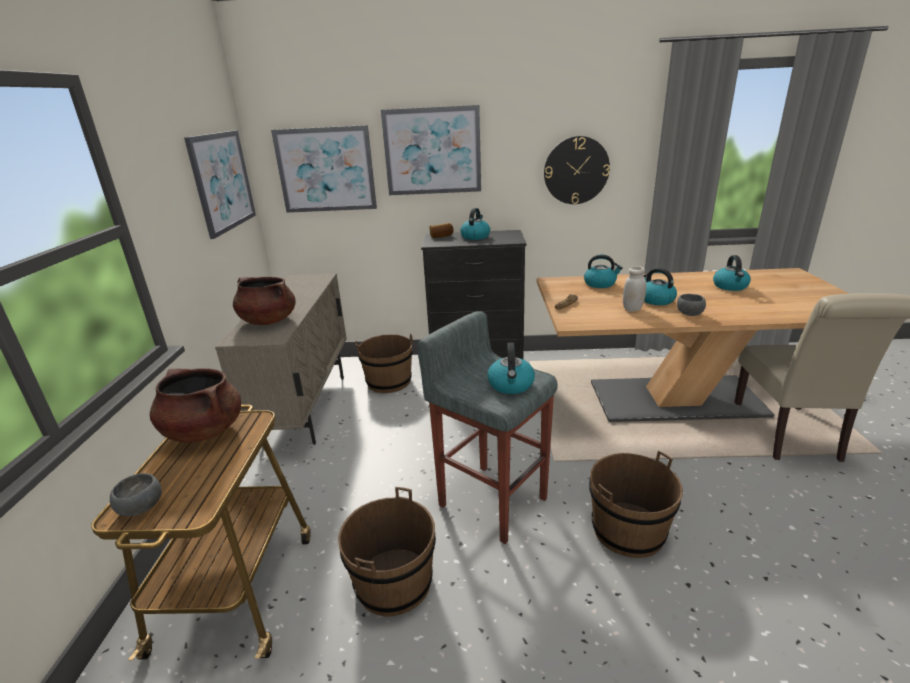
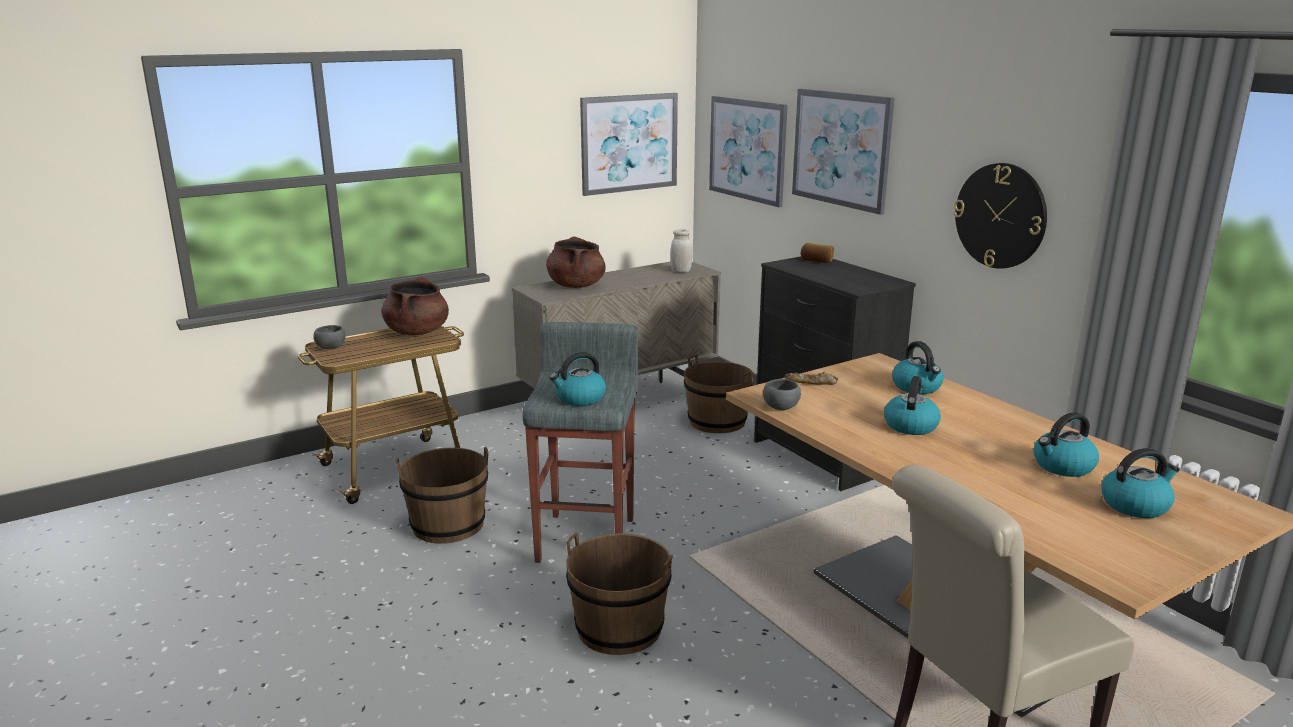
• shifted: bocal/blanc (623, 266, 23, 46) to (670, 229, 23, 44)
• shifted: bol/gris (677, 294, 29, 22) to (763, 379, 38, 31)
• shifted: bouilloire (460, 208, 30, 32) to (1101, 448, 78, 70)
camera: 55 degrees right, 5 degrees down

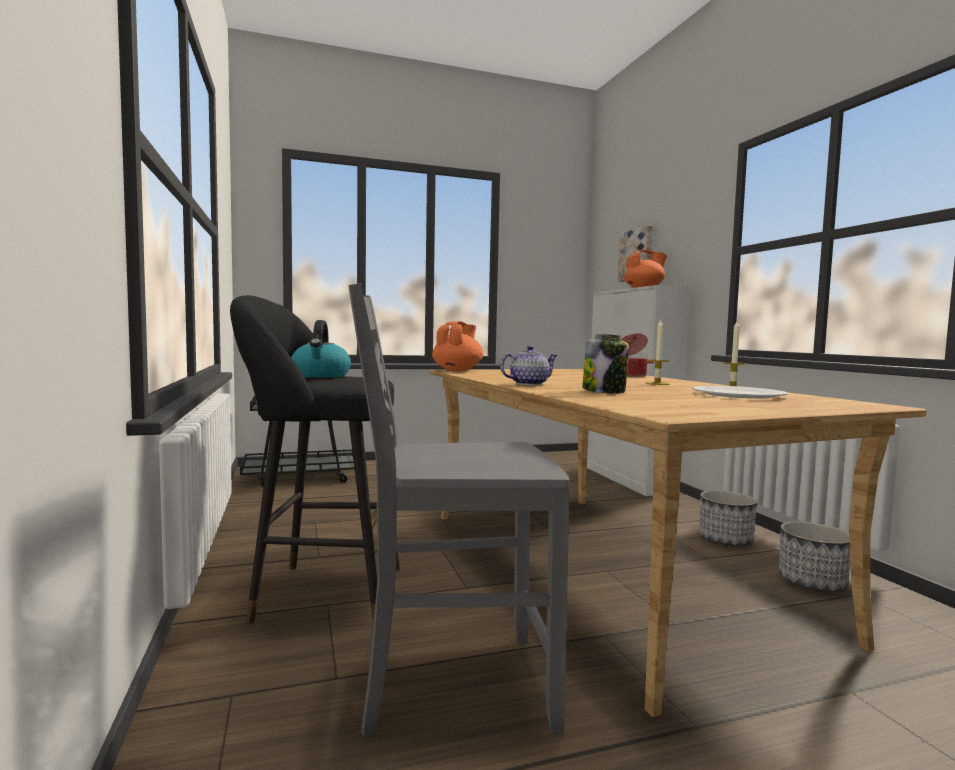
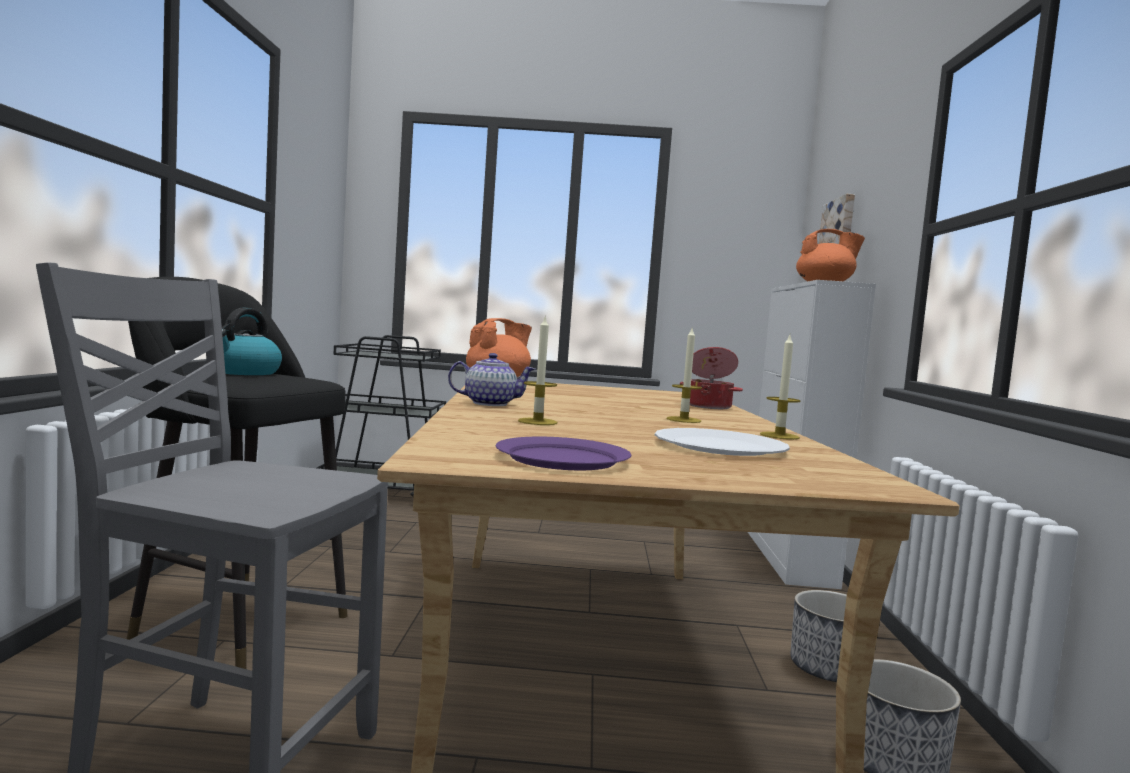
• new: assiette/violet (496, 437, 135, 33)
• swapped: bocal (582, 334, 47, 59) to bougie (518, 315, 39, 110)
camera: 20 degrees right, 0 degrees up

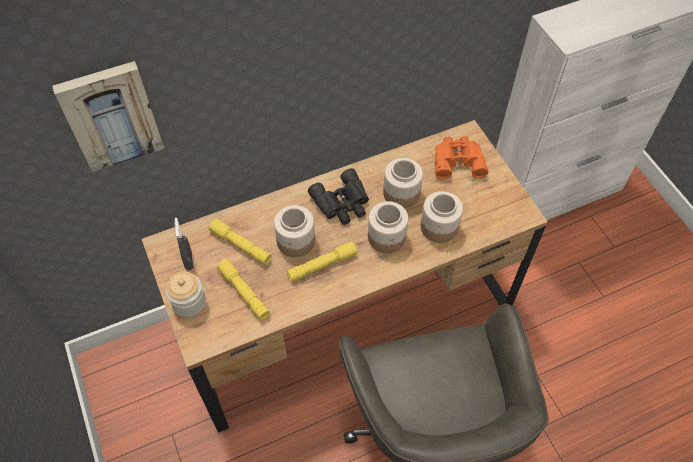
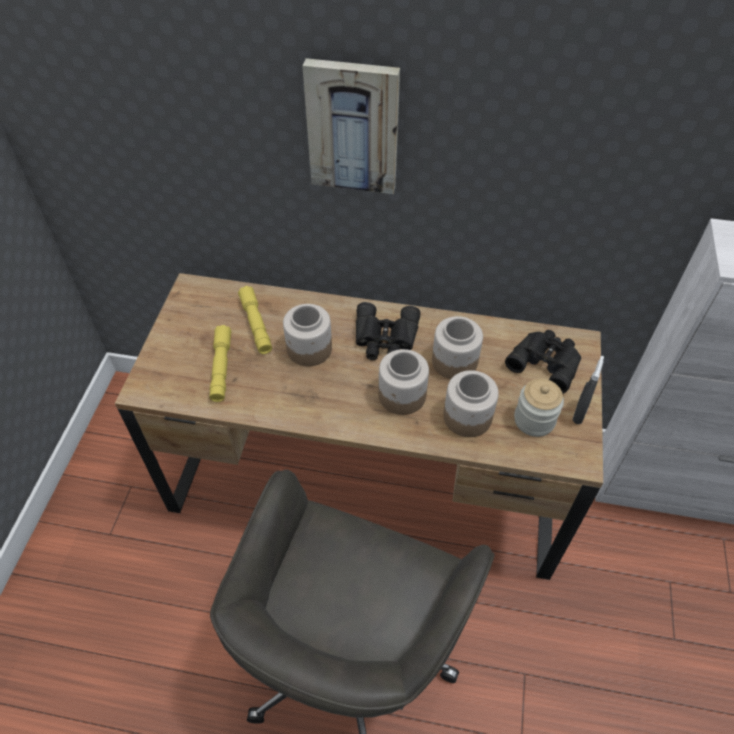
• shifted: tableau (52, 61, 112, 111) to (302, 58, 98, 136)
• repainted: jumelles/orange (435, 136, 53, 43) to jumelles/noir (505, 330, 76, 64)
• shifted: bocal (166, 272, 40, 46) to (514, 379, 50, 58)
• shifted: vaporisateur/gris (175, 218, 18, 52) to (573, 356, 31, 68)
• gone: lampe de poche/jaune (287, 241, 71, 41)
camera: 35 degrees right, 5 degrees down

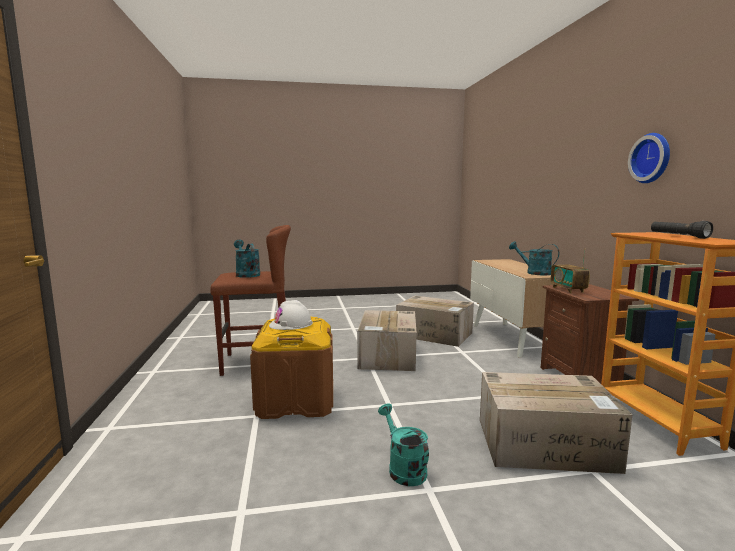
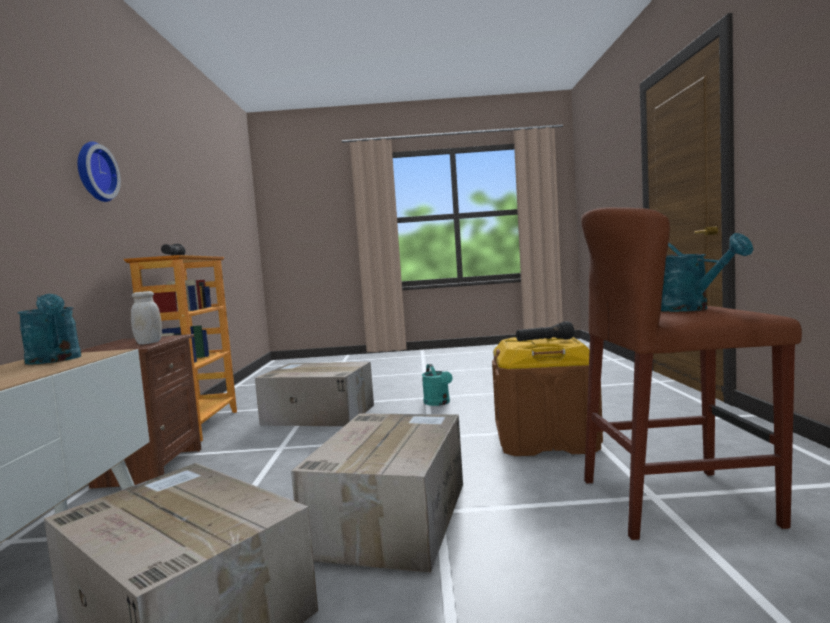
• swapped: radio (551, 249, 39, 44) to bocal/blanc (131, 291, 31, 54)
• swapped: casque de chantier/blanc (269, 300, 44, 30) to lampe de poche/noir (516, 321, 58, 20)
camera: 170 degrees left, 5 degrees down

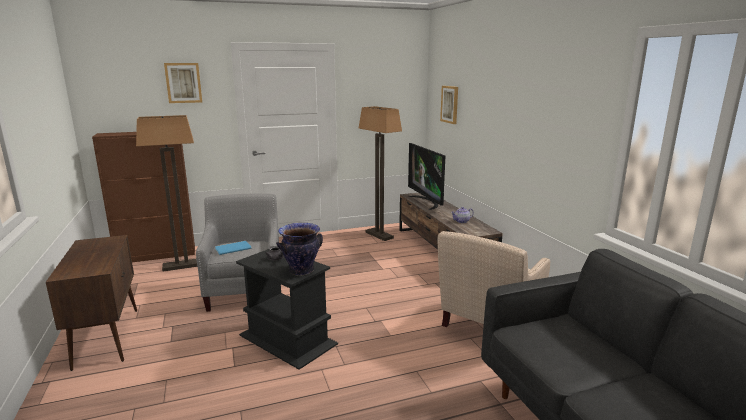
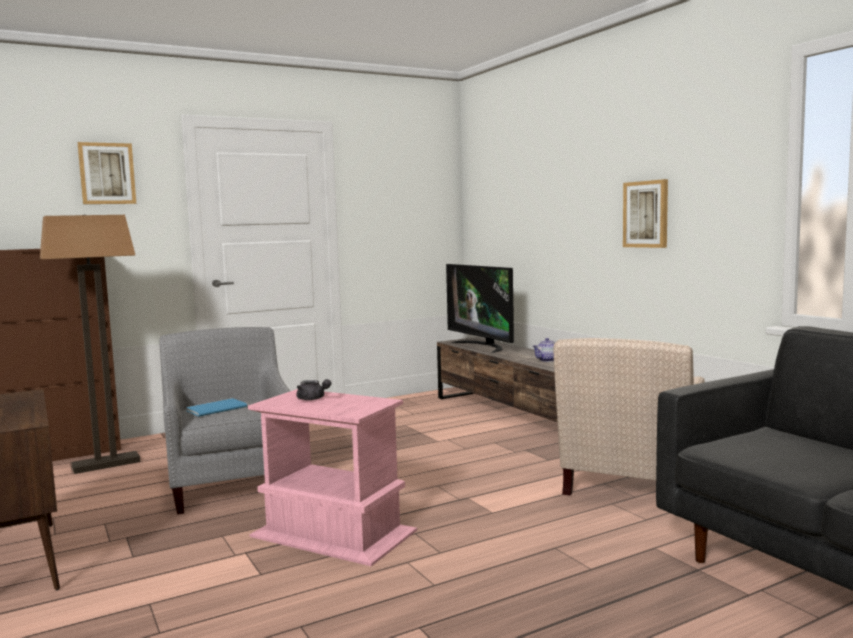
• repainted: table d'appoint/noir (236, 249, 102, 121) to table d'appoint/rose (248, 389, 169, 177)
• shifted: tableau (440, 86, 18, 38) to (623, 179, 45, 69)
• gone: vase (276, 223, 47, 53)
• gone: lampadaire (358, 106, 44, 135)
camera: 10 degrees left, 10 degrees down

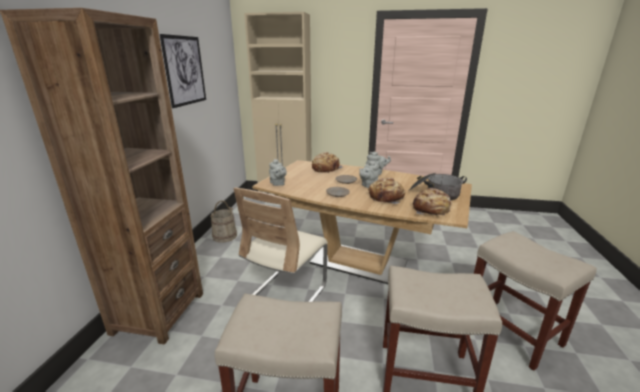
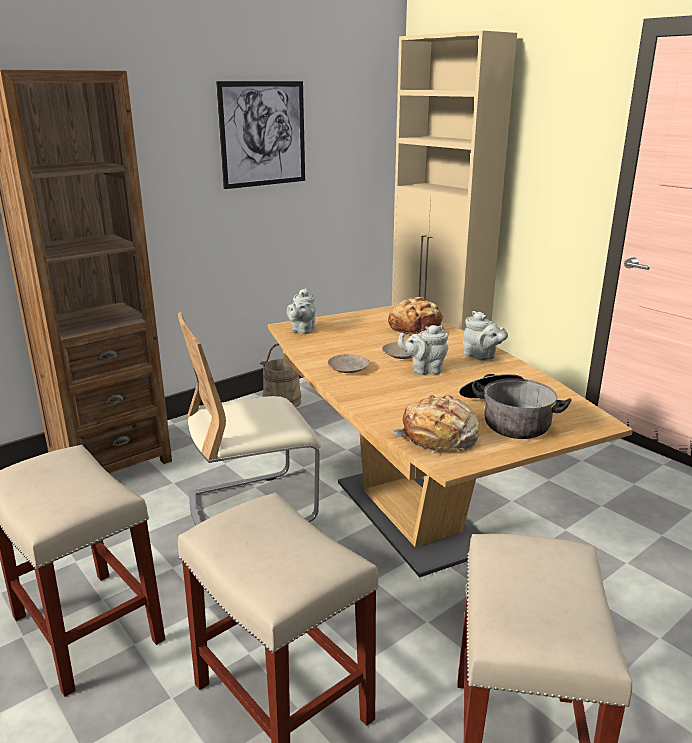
• gone: pain (368, 178, 37, 26)
camera: 40 degrees right, 0 degrees up

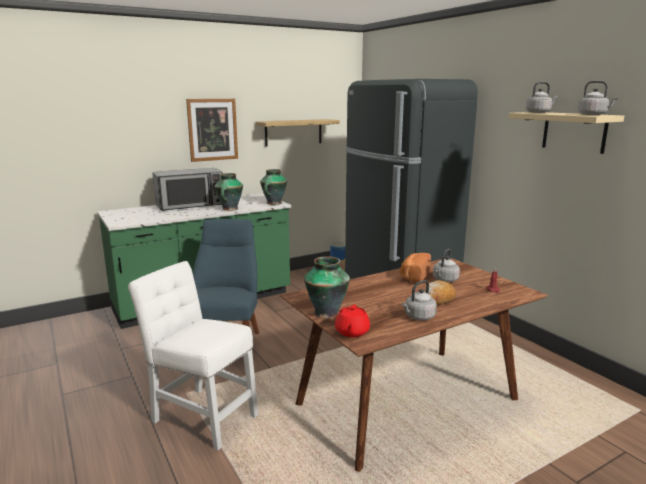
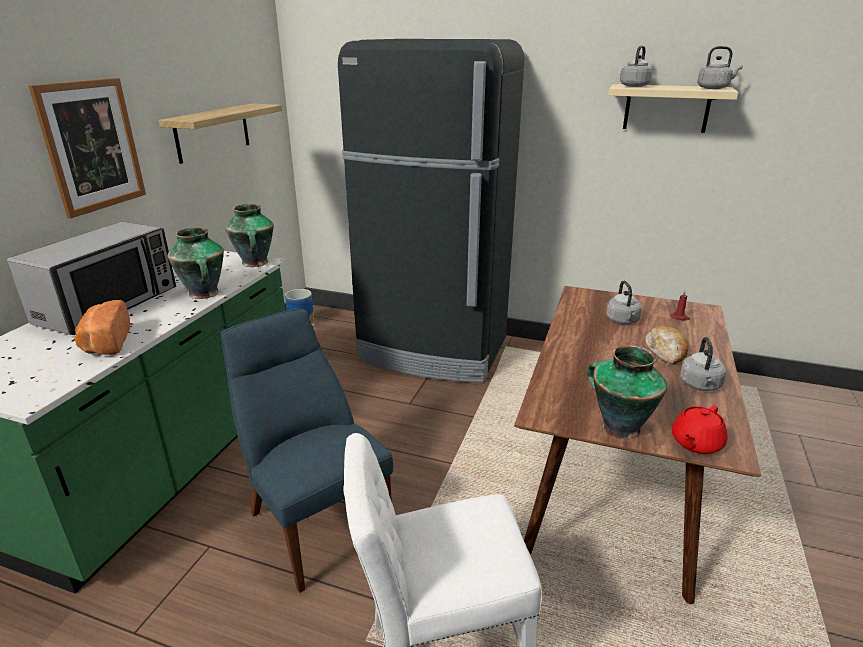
• shifted: pain (400, 253, 31, 30) to (74, 300, 56, 55)
• rotated: théière/rouge (335, 305, 35, 32) = (672, 405, 56, 49) 75 degrees clockwise
camera: 40 degrees left, 10 degrees up

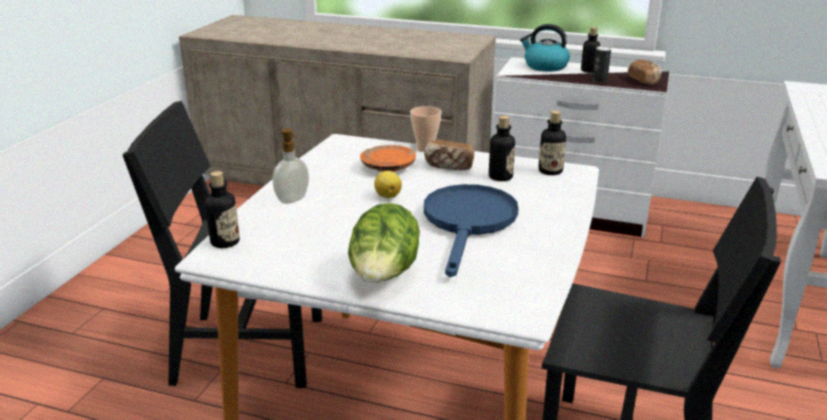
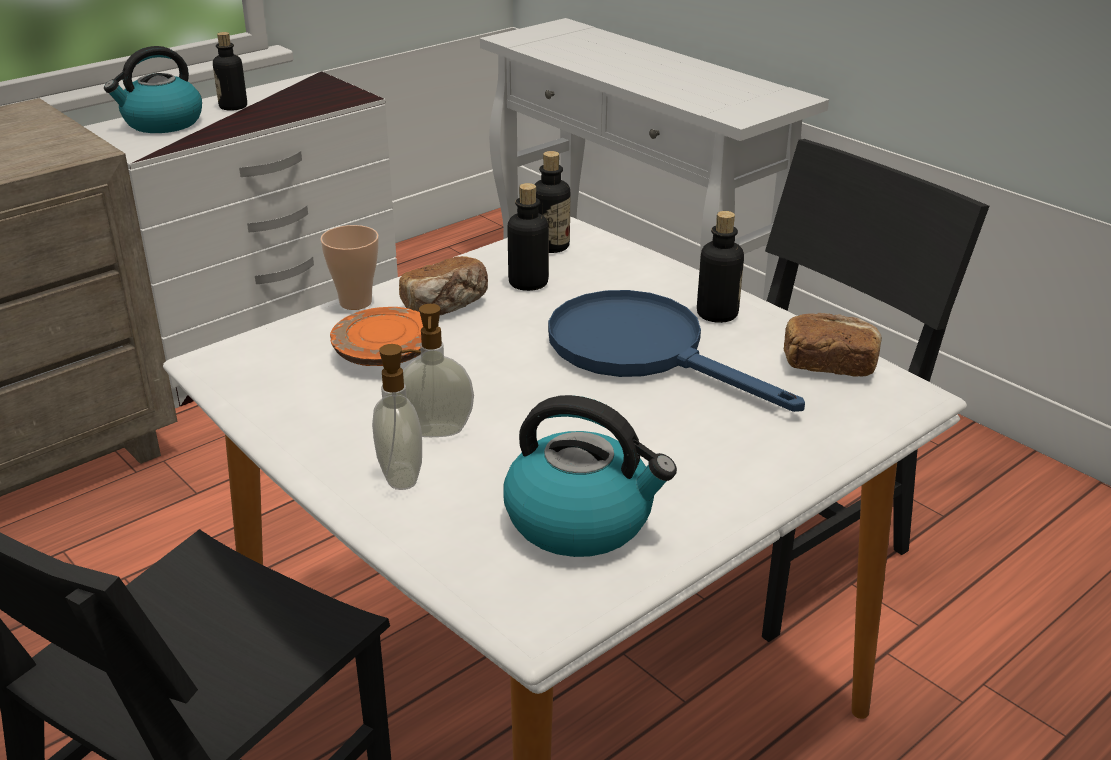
• new: distributeur de savon (403, 304, 71, 133)
• new: bouilloire (503, 395, 174, 162)
• shifted: bouteille (205, 171, 35, 77) to (697, 211, 47, 112)
• shifted: pain (628, 59, 34, 26) to (784, 313, 98, 64)
• gone: laitue (348, 203, 72, 80)
• gone: citron (374, 171, 28, 27)
• gone: boîte métallique (593, 46, 18, 37)
camera: 60 degrees left, 5 degrees up

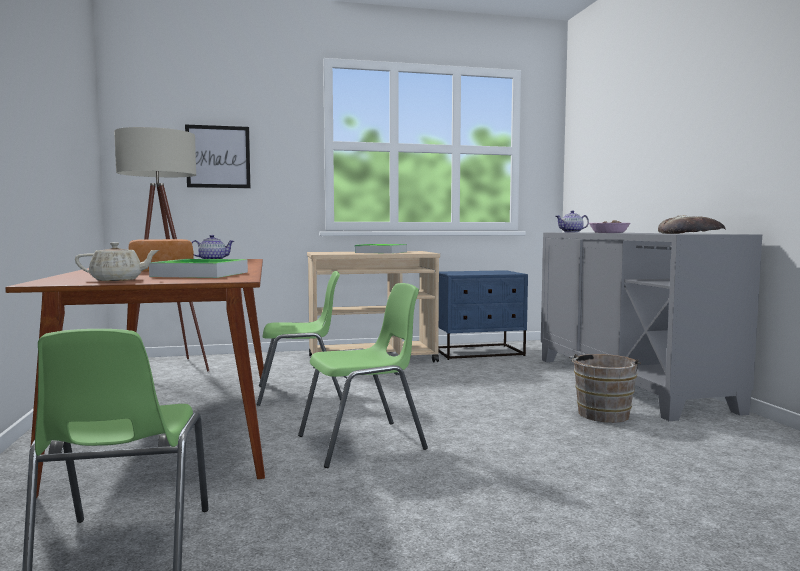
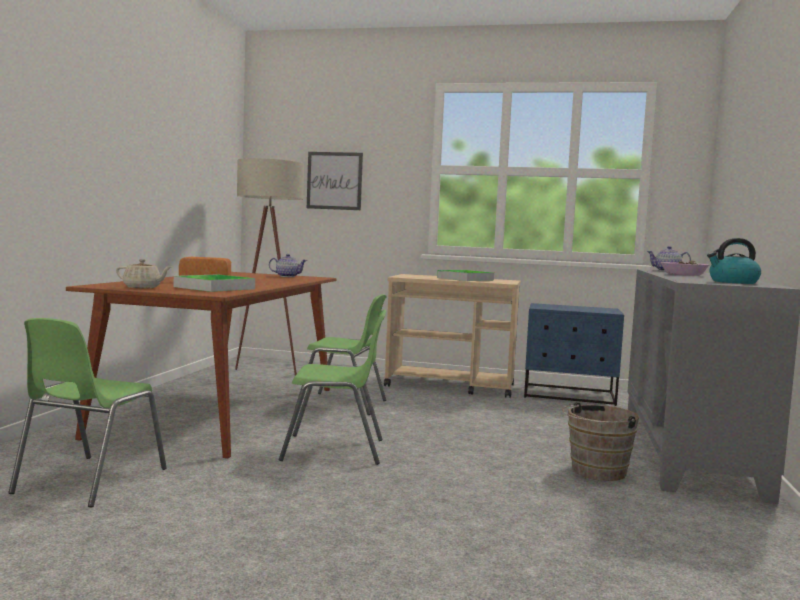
• swapped: pain (658, 215, 67, 19) to bouilloire (707, 238, 54, 46)
camera: 25 degrees right, 0 degrees up

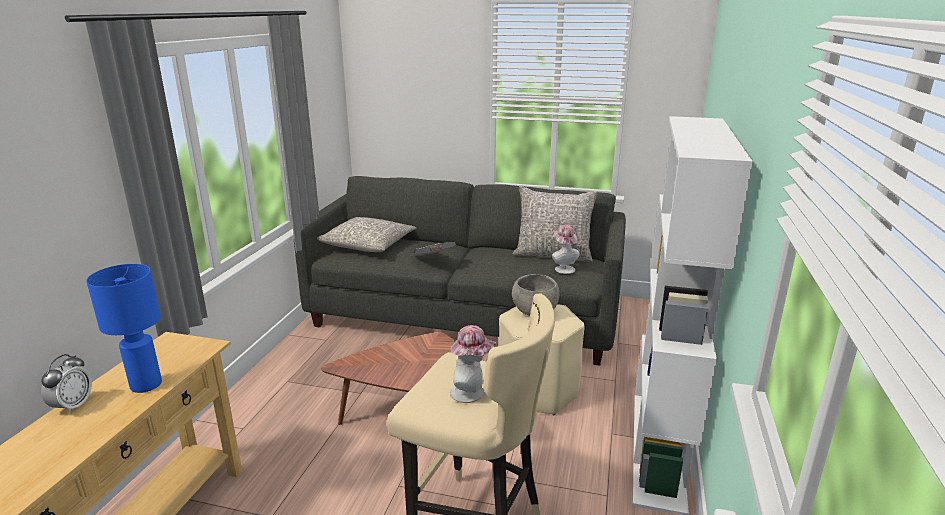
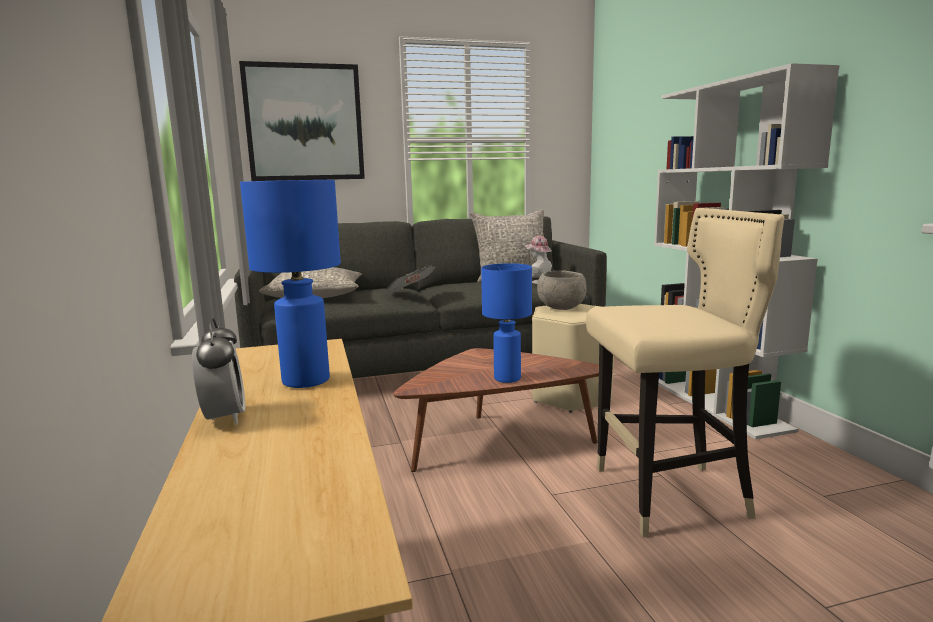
• new: tableau (239, 61, 126, 120)
• new: lampe de table/bleu (481, 263, 51, 120)
• gone: chapeau (450, 325, 46, 78)
camera: 30 degrees left, 10 degrees down

